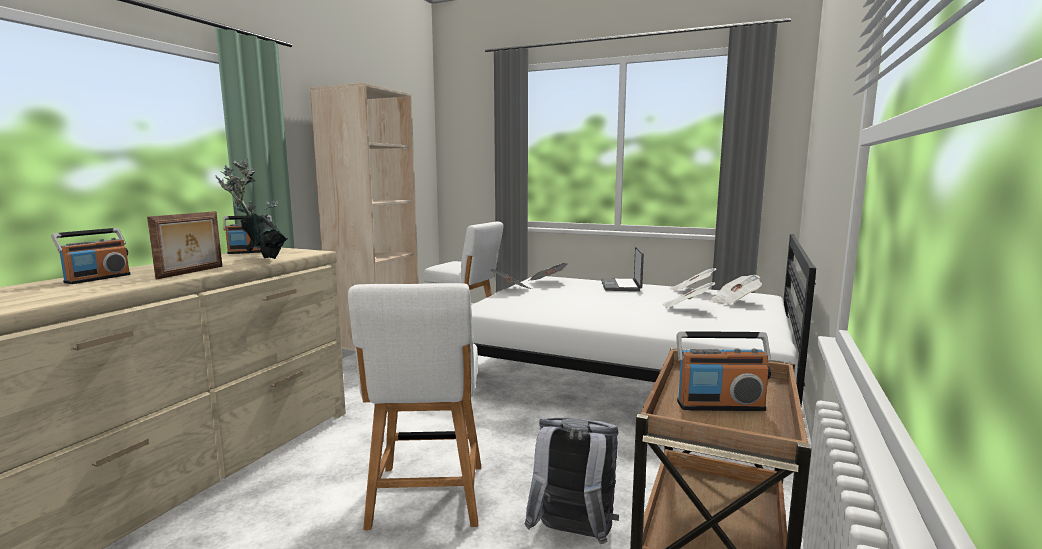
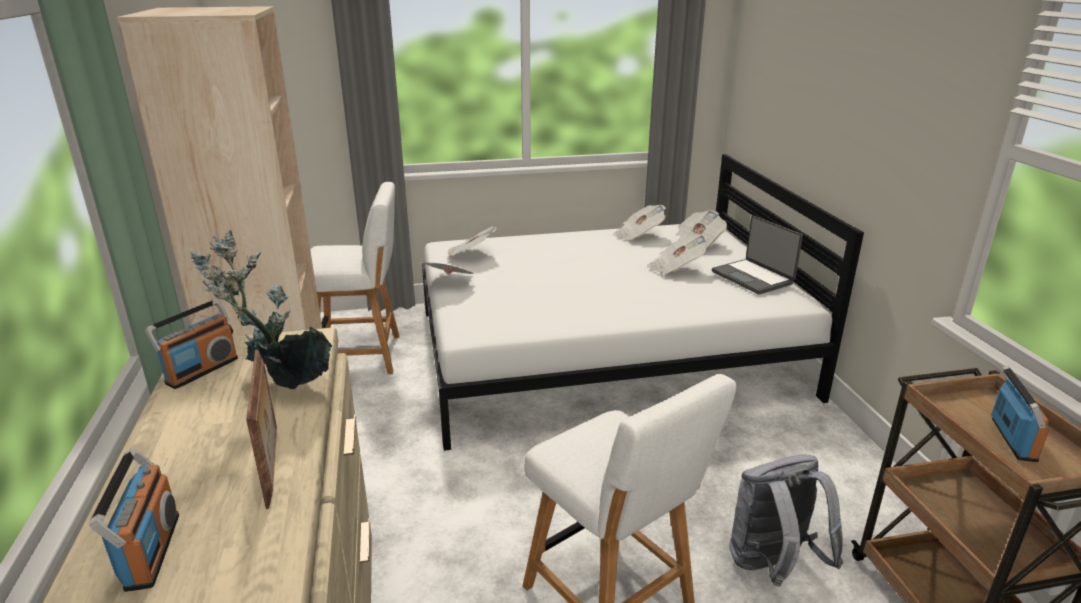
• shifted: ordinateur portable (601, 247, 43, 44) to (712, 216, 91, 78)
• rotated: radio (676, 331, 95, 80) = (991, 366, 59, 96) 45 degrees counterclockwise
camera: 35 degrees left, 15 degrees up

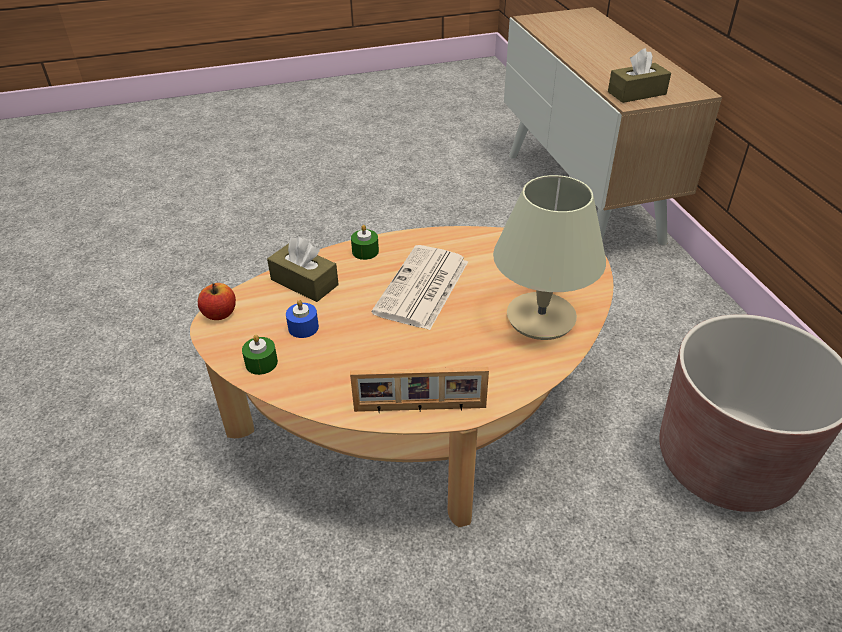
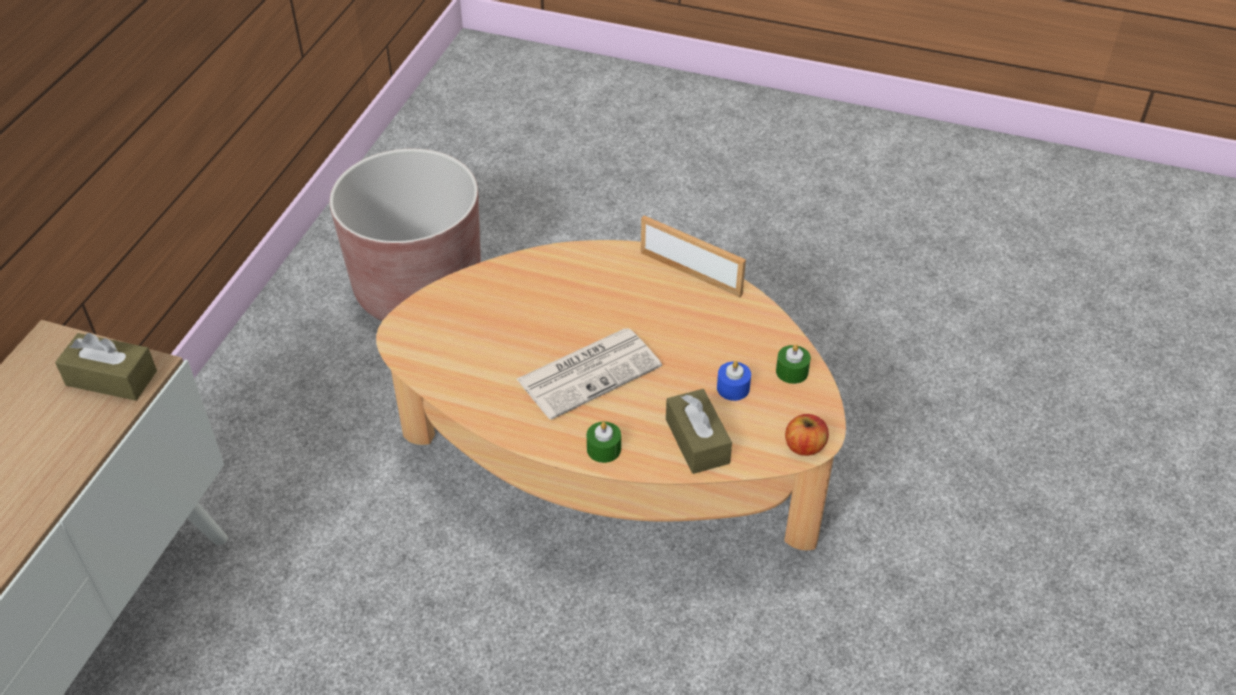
• gone: lampe de table/beige (493, 175, 113, 165)
camera: 145 degrees left, 5 degrees up

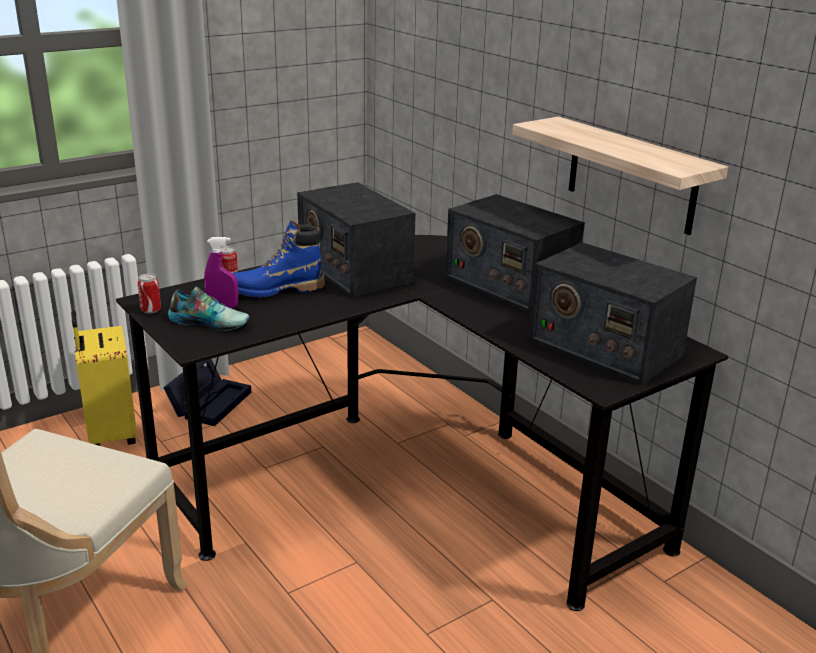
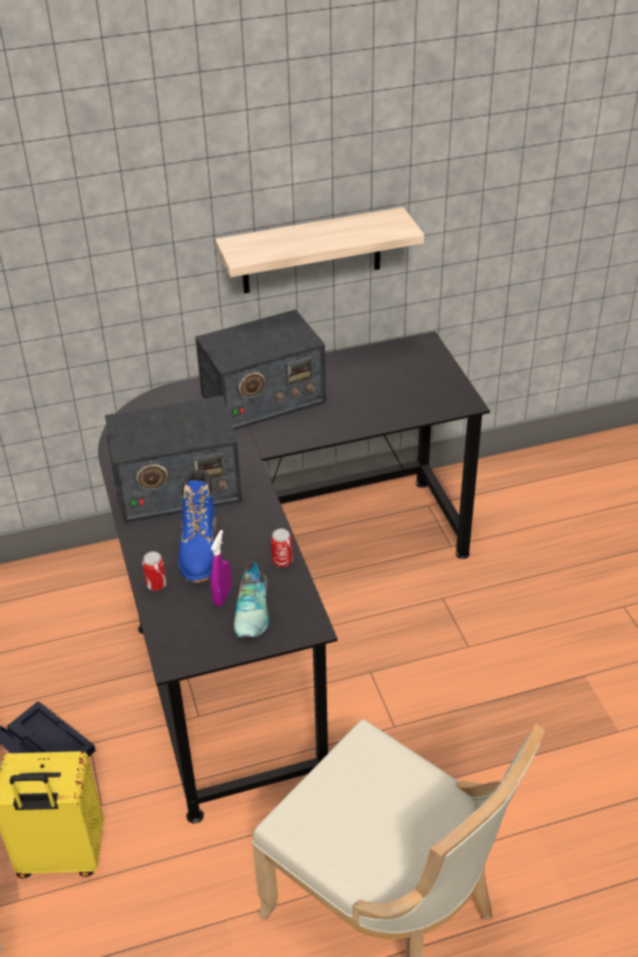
• rotated: chaussure (168, 287, 82, 44) = (234, 562, 35, 76) 150 degrees clockwise
• shifted: boîte métallique (138, 274, 23, 40) to (271, 529, 22, 38)
• gone: radio (529, 242, 168, 143)
camera: 70 degrees left, 15 degrees up

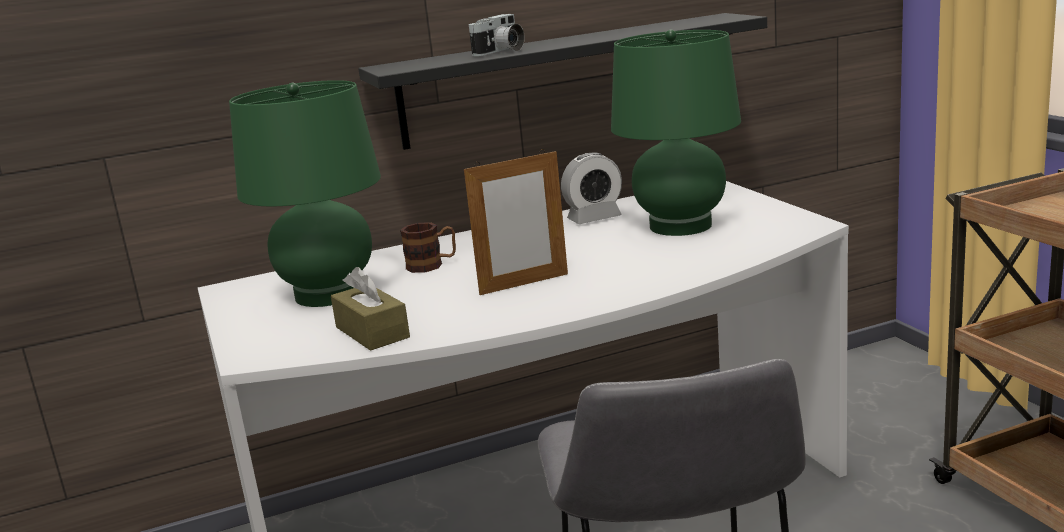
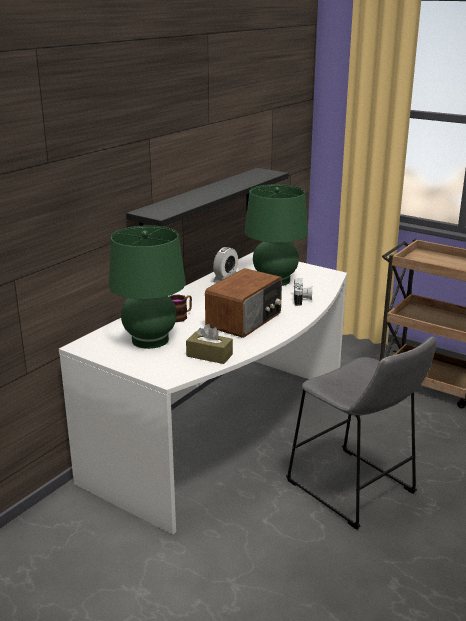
• swapped: cadre photo (464, 149, 104, 146) to radio (205, 268, 77, 70)
• shifted: appareil photo (469, 14, 56, 42) to (294, 278, 18, 28)
camera: 35 degrees left, 5 degrees up

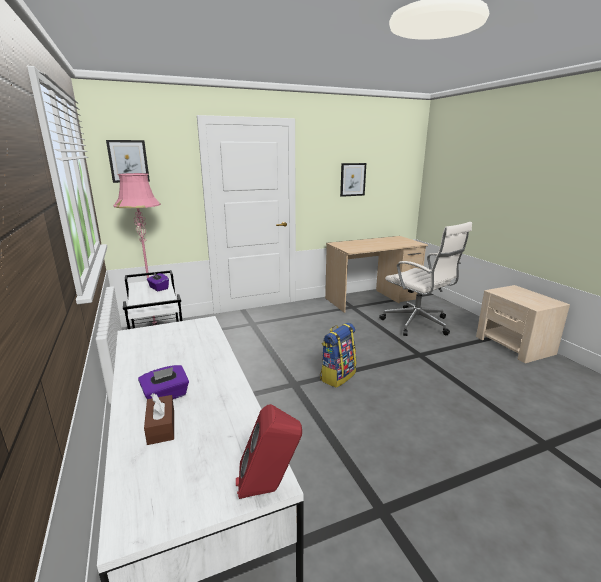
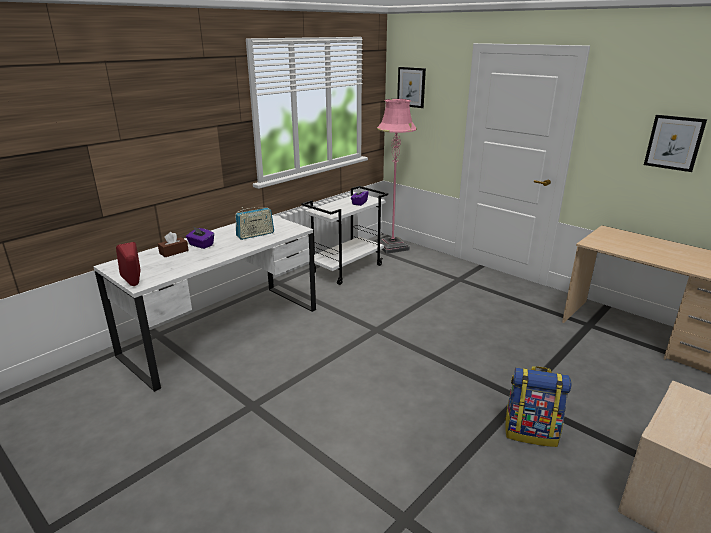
• new: radio (235, 207, 39, 33)
• shifted: sac à dos (320, 323, 37, 65) to (505, 366, 67, 81)
• gone: chaise de bureau/blanc (379, 222, 93, 114)
camera: 65 degrees right, 5 degrees up

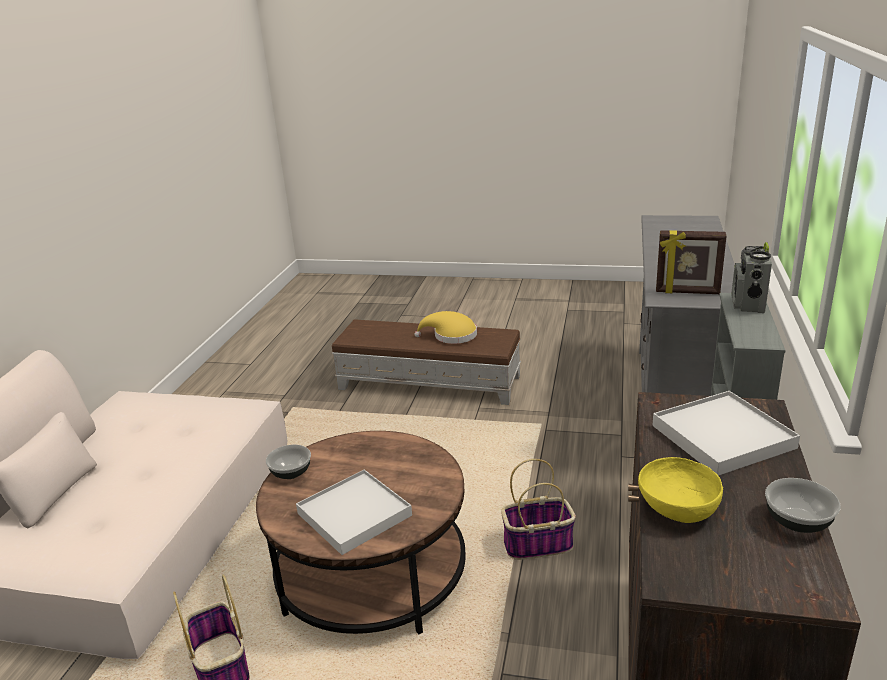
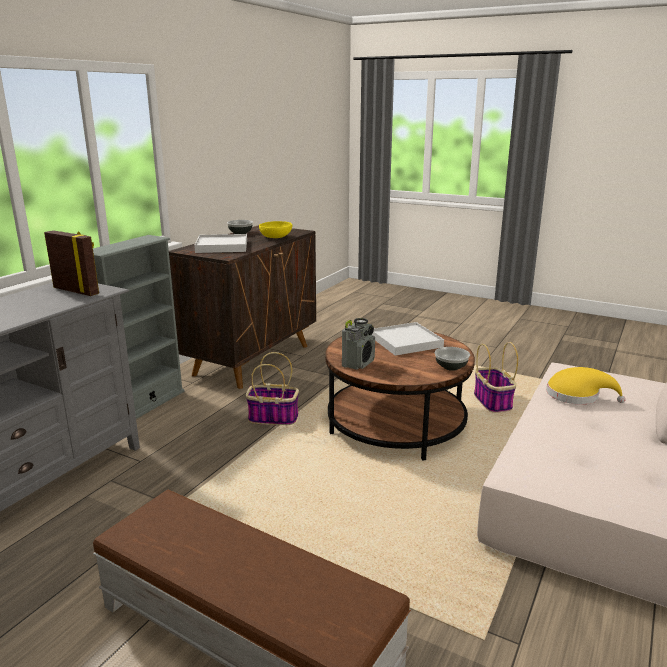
• shifted: radio (732, 242, 40, 71) to (342, 318, 33, 52)
• shifted: chapeau/jaune (415, 311, 62, 33) to (546, 367, 80, 38)
camera: 165 degrees left, 5 degrees down

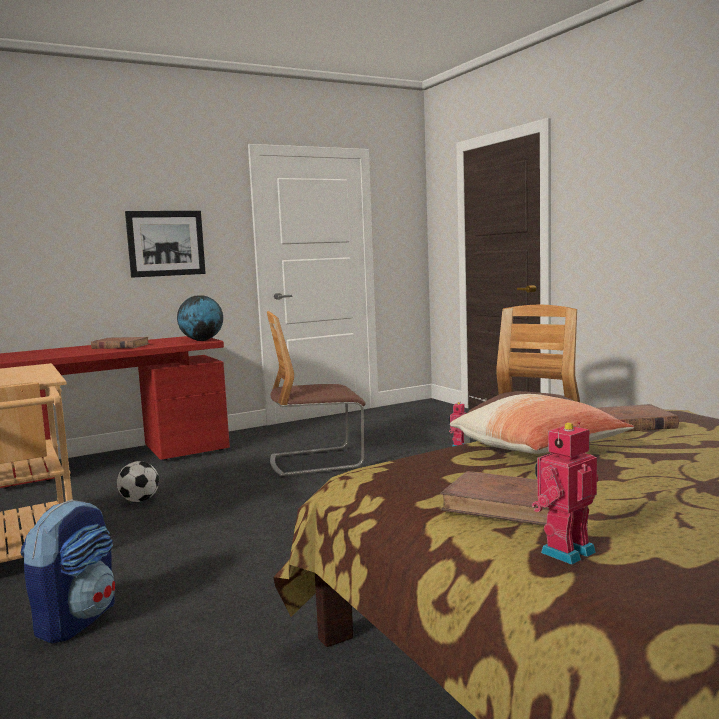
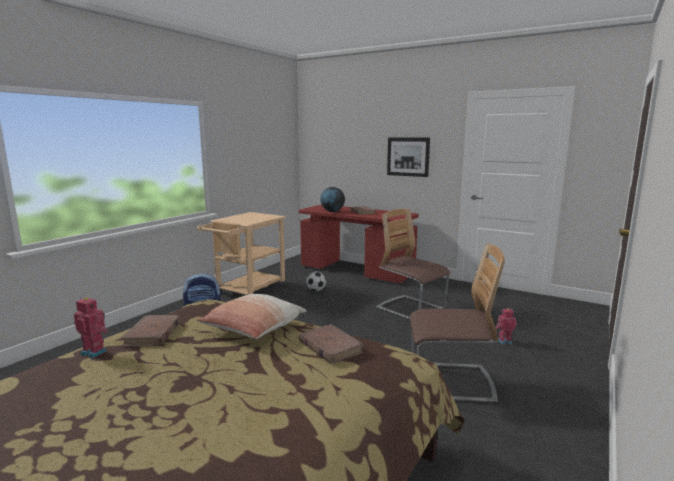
• shifted: globe (177, 295, 46, 46) to (320, 187, 25, 25)
camera: 60 degrees right, 5 degrees up

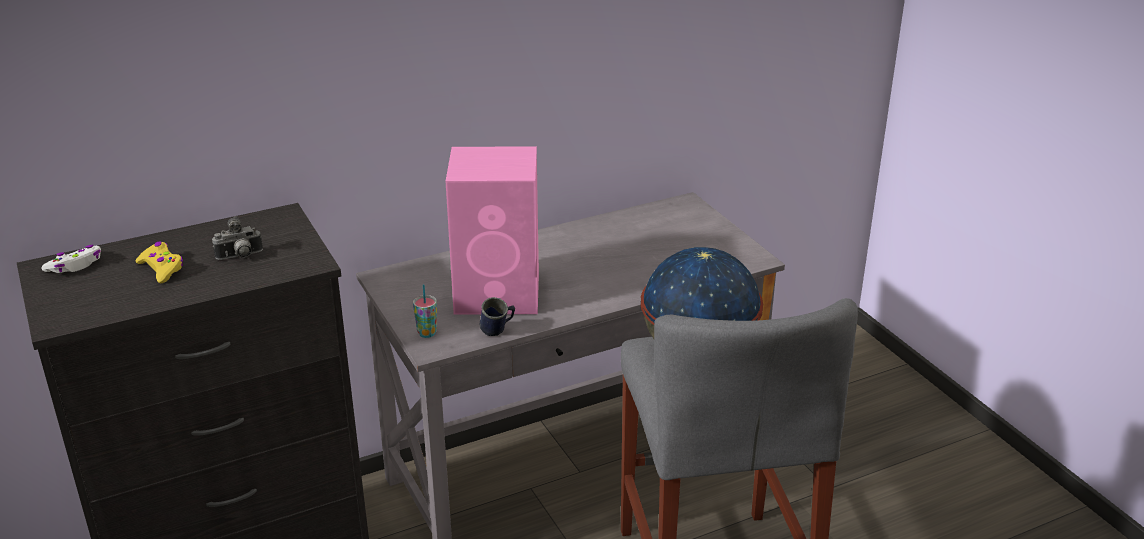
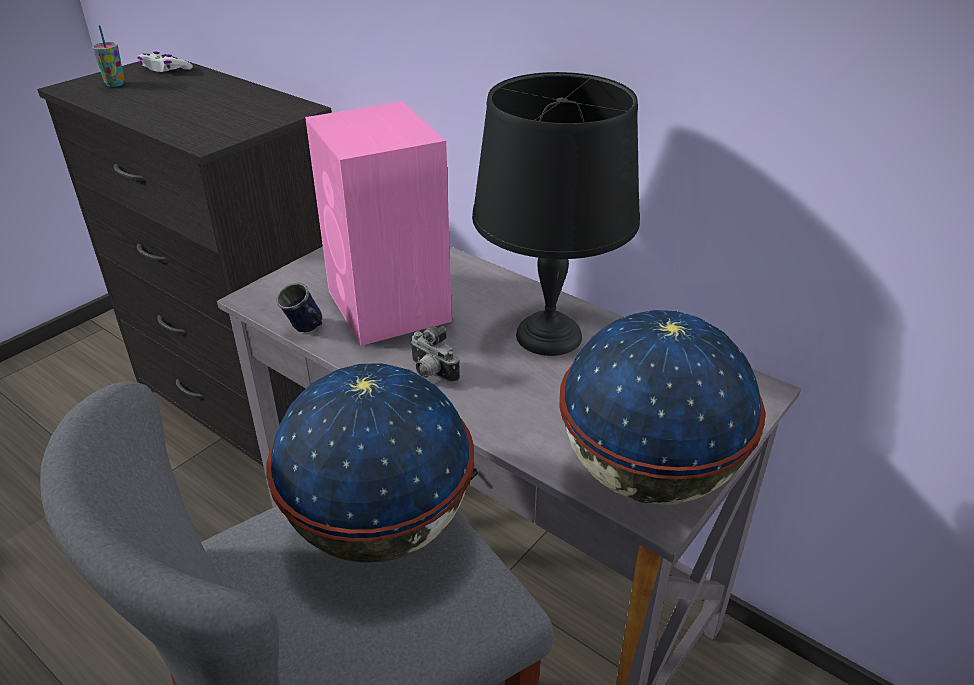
• shifted: tasse (413, 284, 24, 54) to (92, 25, 33, 62)
• shifted: appareil photo (212, 216, 51, 44) to (410, 326, 50, 57)
• new: lampe de table/noir (472, 72, 168, 284)
• new: globe (559, 310, 206, 195)
• gone: manette/jaune (135, 242, 48, 41)
camera: 65 degrees right, 5 degrees up

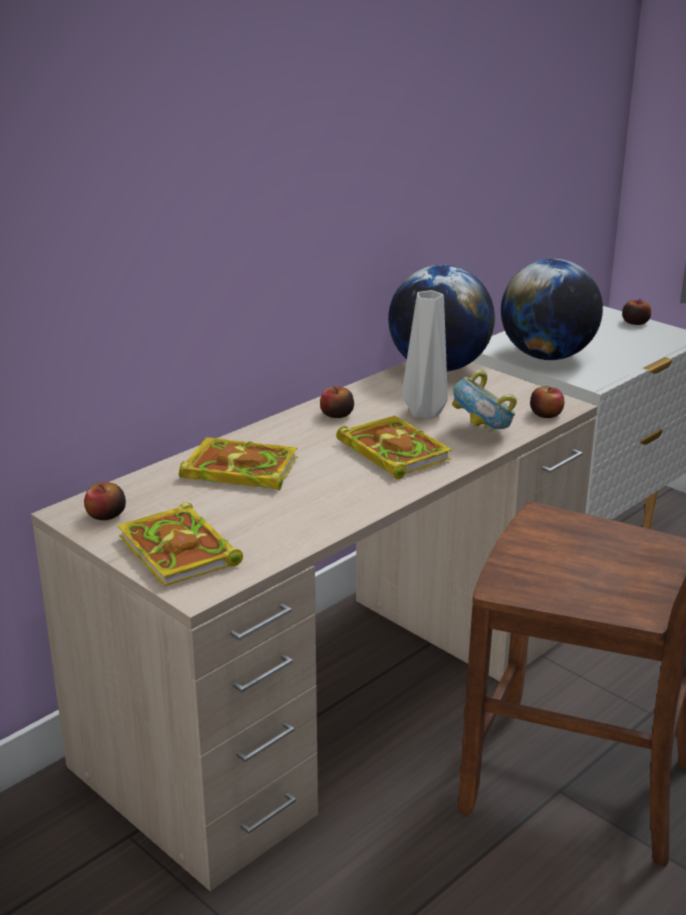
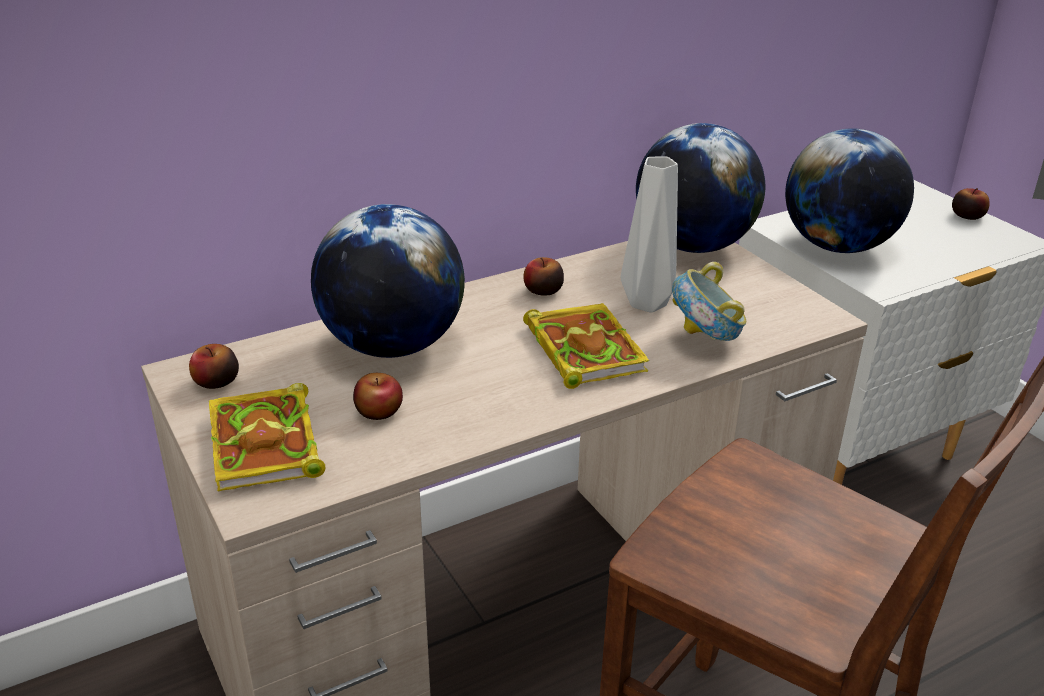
• swapped: livre (179, 437, 119, 54) to globe (311, 204, 154, 154)
• shifted: pomme (530, 387, 34, 31) to (353, 373, 50, 47)
camera: 15 degrees right, 5 degrees up

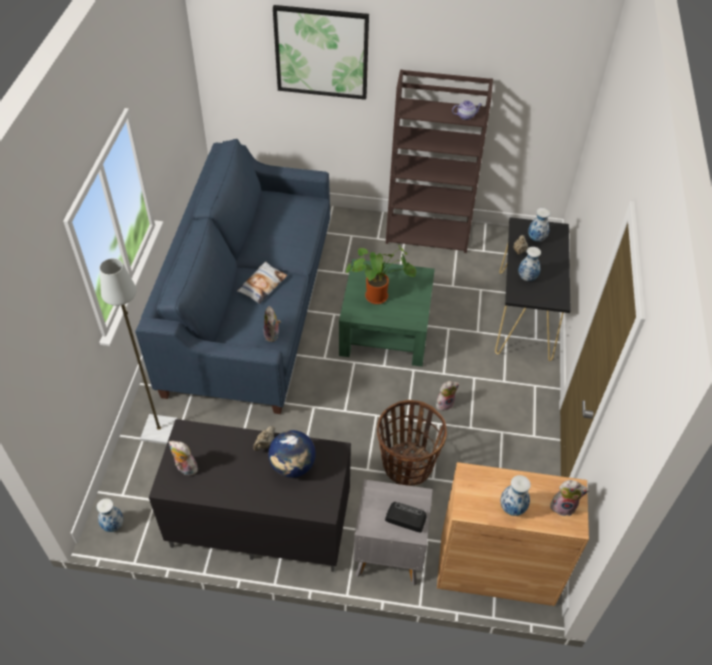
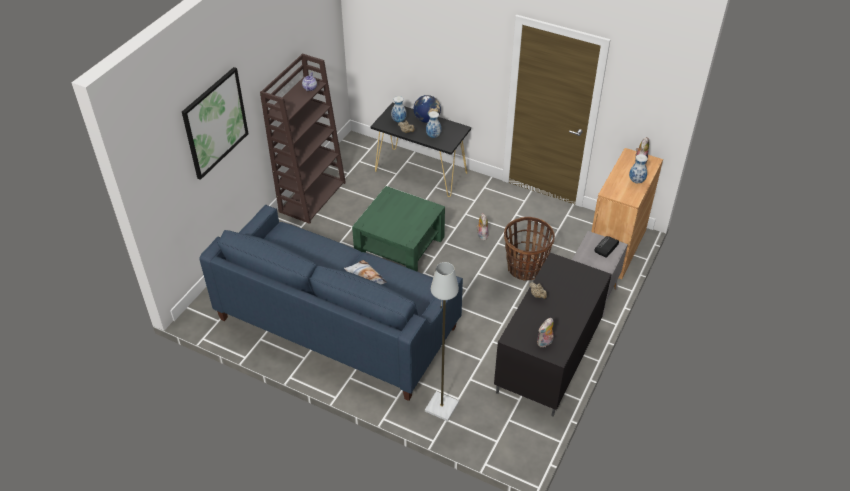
• shifted: globe (268, 430, 48, 48) to (414, 95, 27, 28)
• gone: vase (97, 498, 27, 34)
• gone: peluche (264, 306, 17, 36)
• gone: plante en pot (346, 244, 70, 60)
camera: 70 degrees left, 5 degrees down

